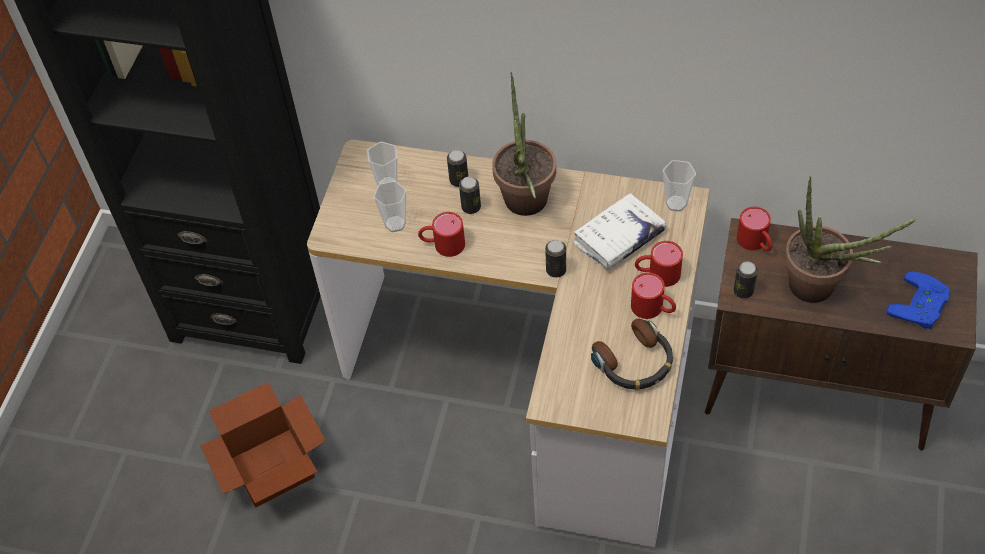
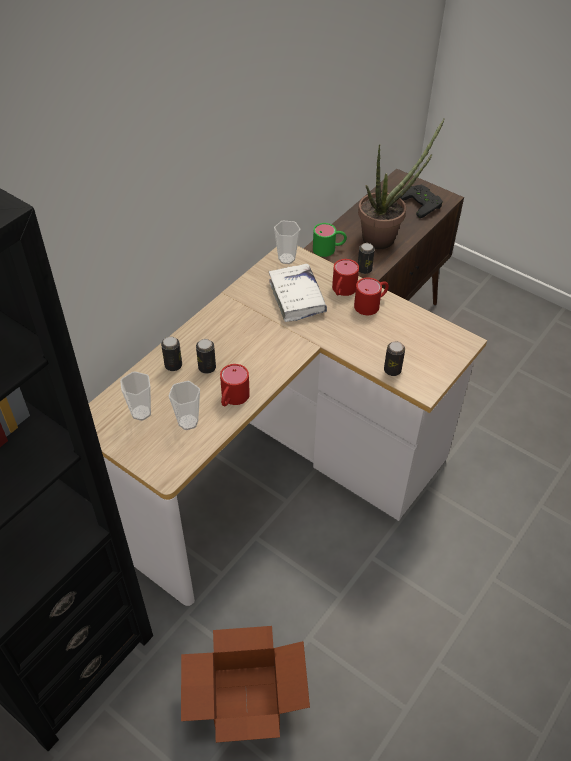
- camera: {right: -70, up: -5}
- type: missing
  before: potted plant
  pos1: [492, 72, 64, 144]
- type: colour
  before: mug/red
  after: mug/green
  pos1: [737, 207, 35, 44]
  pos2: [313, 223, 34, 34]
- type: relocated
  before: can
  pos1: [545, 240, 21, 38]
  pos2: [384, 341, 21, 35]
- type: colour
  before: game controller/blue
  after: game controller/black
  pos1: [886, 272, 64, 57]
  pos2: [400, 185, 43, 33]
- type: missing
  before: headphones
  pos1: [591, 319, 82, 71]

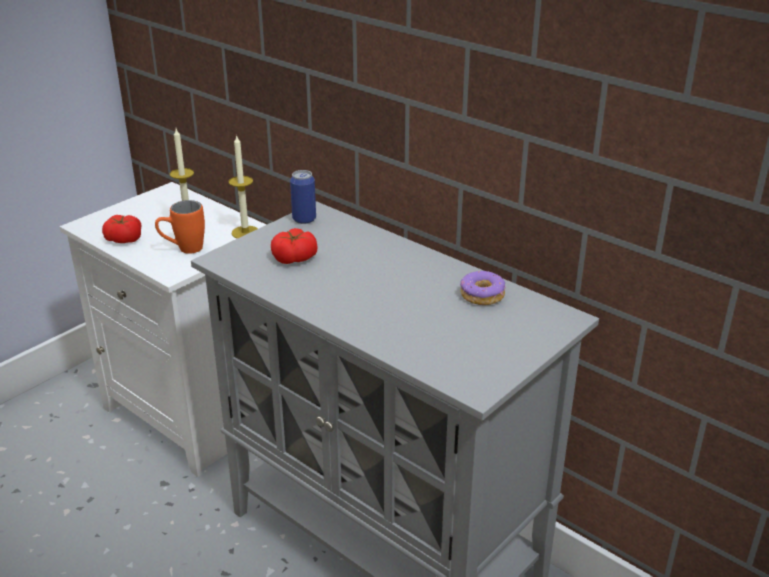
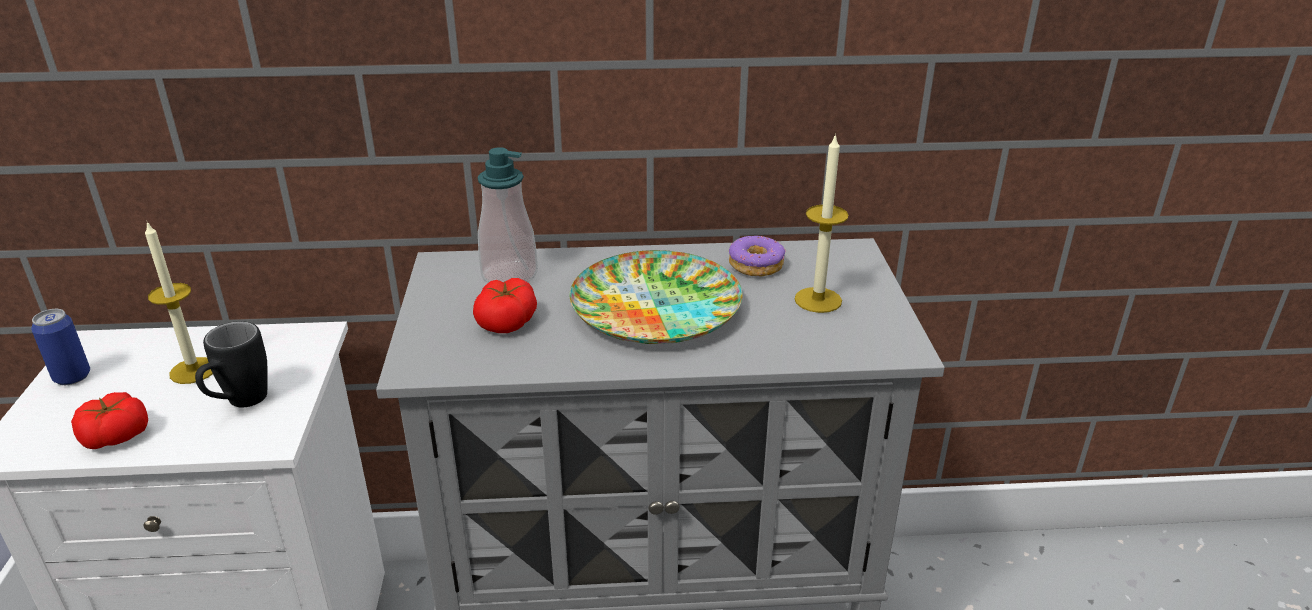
- camera: {right: -45, up: 0}
- type: relocated
  before: candle
  pos1: [229, 134, 29, 105]
  pos2: [795, 133, 54, 180]
- type: relocated
  before: can
  pos1: [290, 170, 26, 54]
  pos2: [31, 309, 59, 76]
- type: colour
  before: mug/orange
  after: mug/black
  pos1: [155, 200, 50, 54]
  pos2: [195, 321, 73, 86]
- type: appeared
  after: soap dispenser
  pos2: [478, 147, 60, 136]
- type: appeared
  after: plate
  pos2: [569, 250, 174, 94]

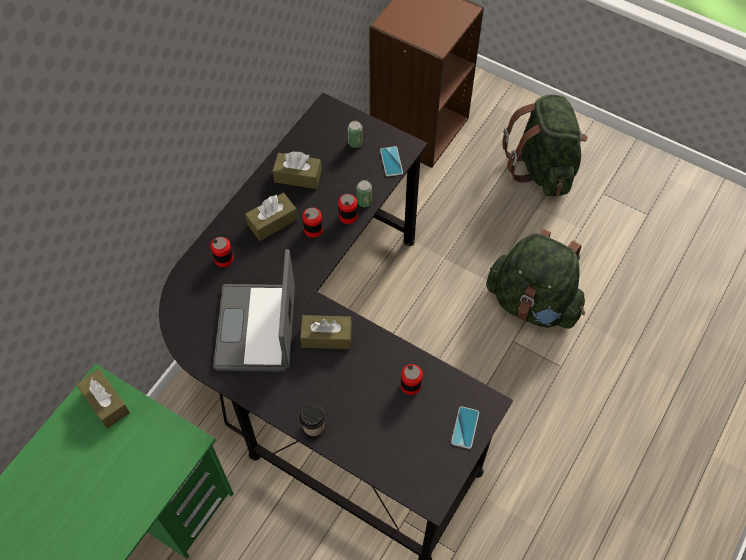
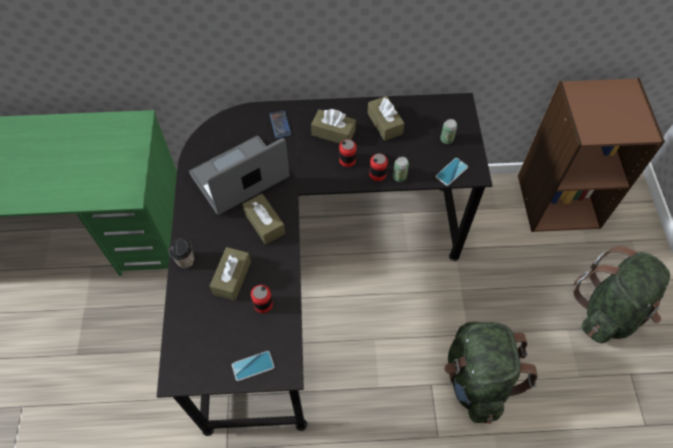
- camera: {right: 55, up: 0}
- type: exchanged
  before: can
  after: phone
  pos1: [210, 237, 23, 30]
  pos2: [270, 111, 21, 27]
- type: relocated
  before: tissue box/brown
  pos1: [76, 369, 54, 60]
  pos2: [210, 247, 41, 54]

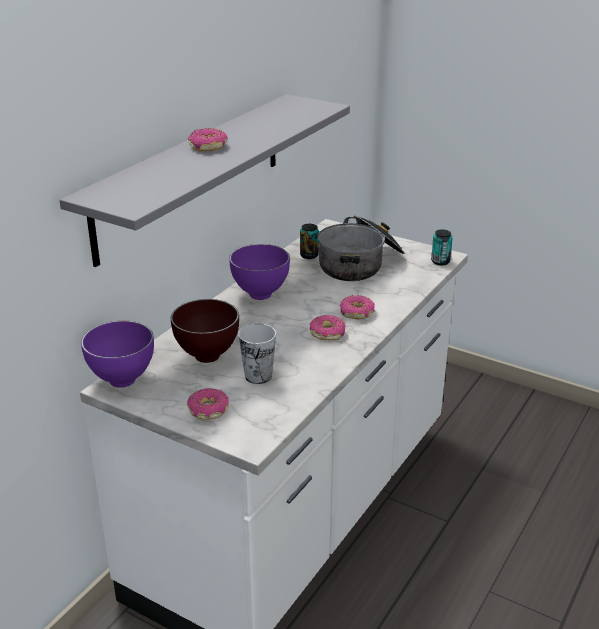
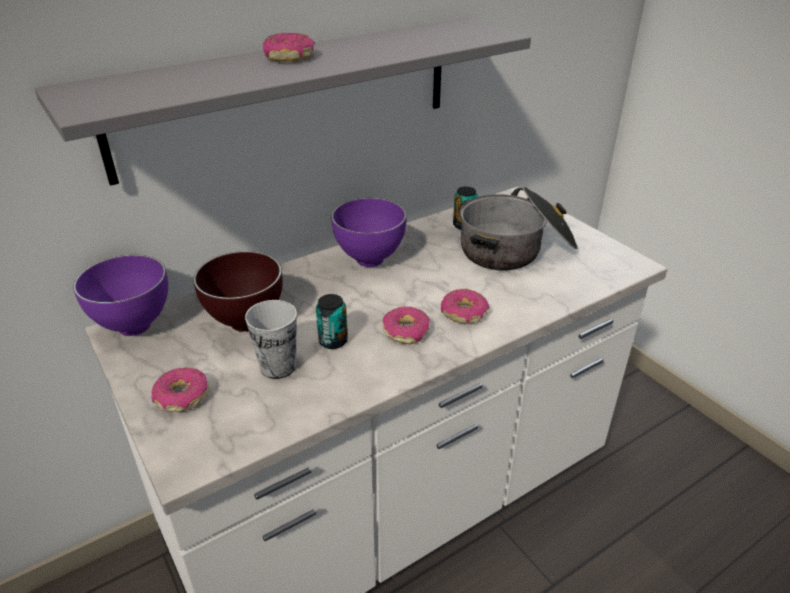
- camera: {right: 25, up: 5}
- type: relocated
  before: can
  pos1: [431, 229, 21, 36]
  pos2: [316, 294, 32, 55]

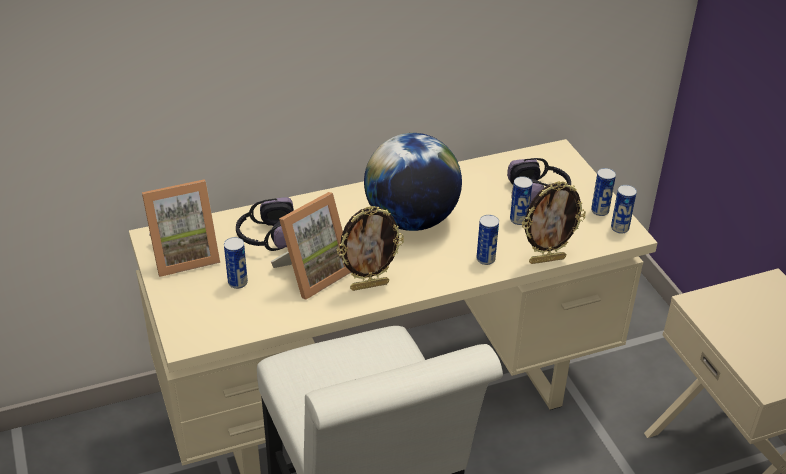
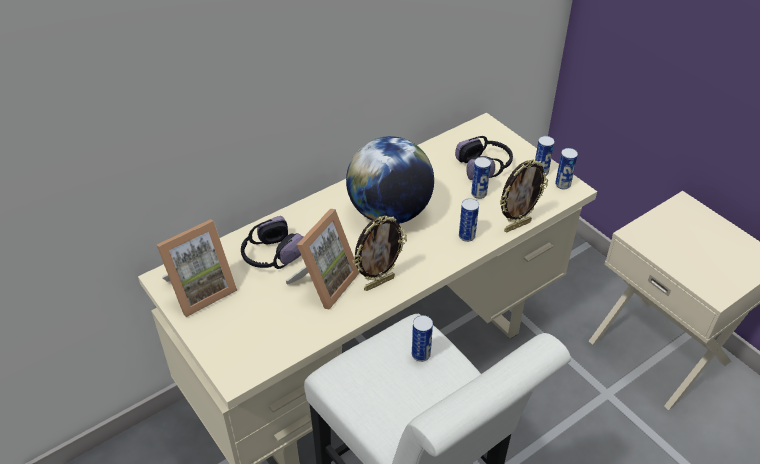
- camera: {right: -15, up: 5}
- type: relocated
  before: can
  pos1: [224, 237, 24, 52]
  pos2: [412, 315, 21, 47]

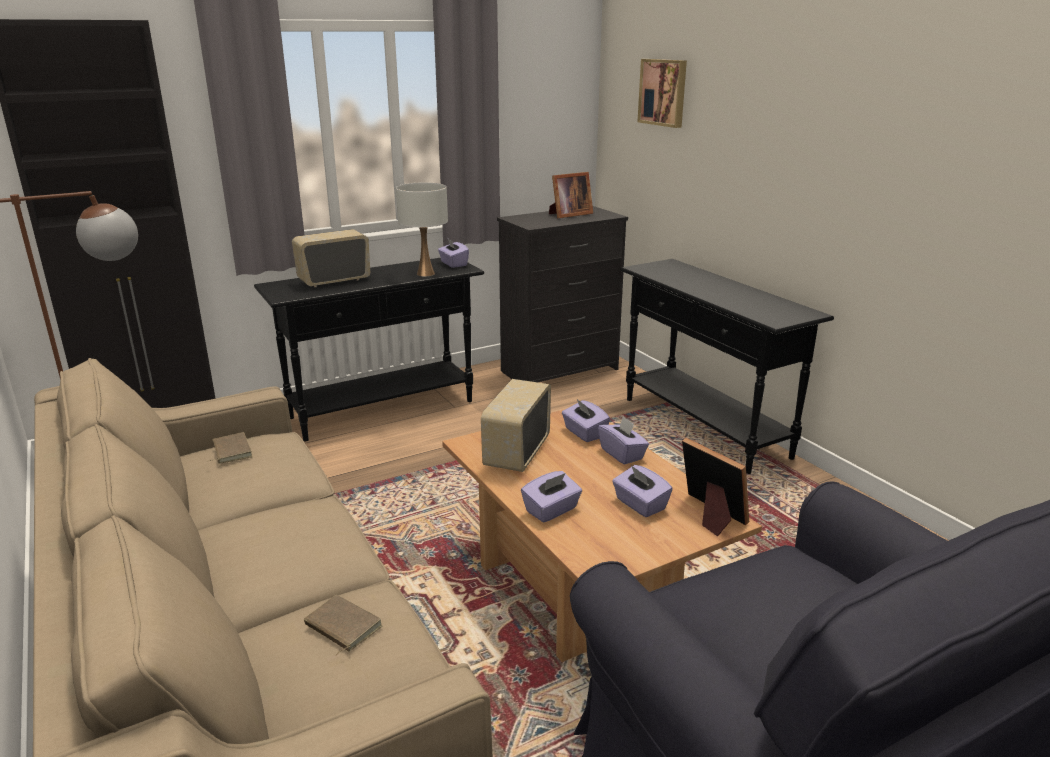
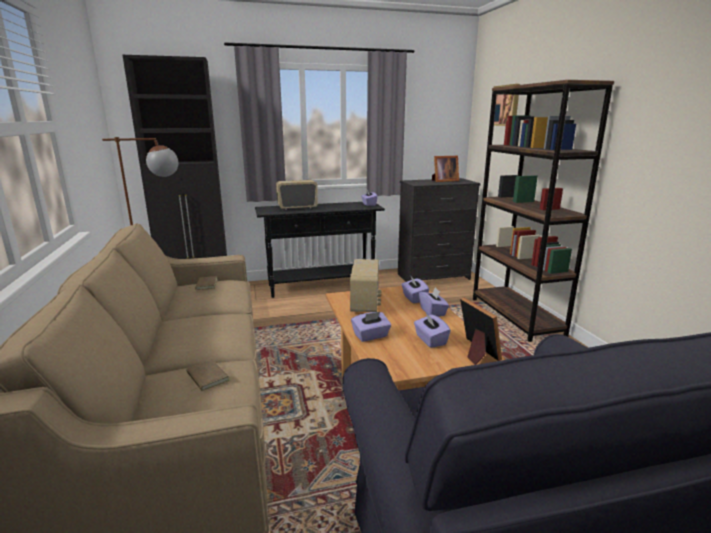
- camera: {right: 15, up: -5}
- type: missing
  before: table lamp/white
  pos1: [396, 182, 52, 95]
- type: exchanged
  before: console table/black
  after: bookcase/brown
  pos1: [620, 259, 214, 215]
  pos2: [473, 80, 142, 262]
- type: spun
  before: radio
  pos1: [481, 379, 70, 93]
  pos2: [350, 259, 31, 53]
  turn: 150

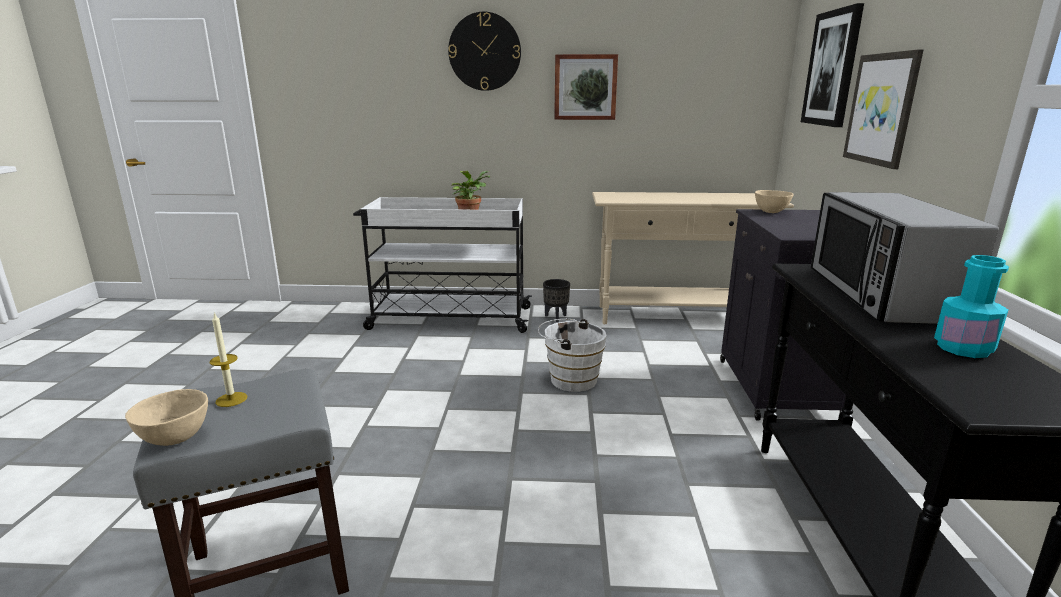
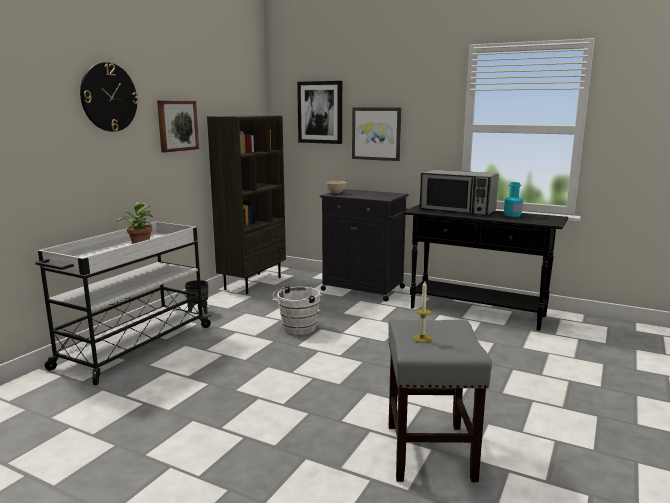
- camera: {right: -65, up: -5}
- type: exchanged
  before: console table/beige
  after: bookcase/brown
  pos1: [592, 192, 202, 132]
  pos2: [207, 115, 79, 179]
- type: missing
  before: bowl/beige
  pos1: [125, 389, 83, 57]

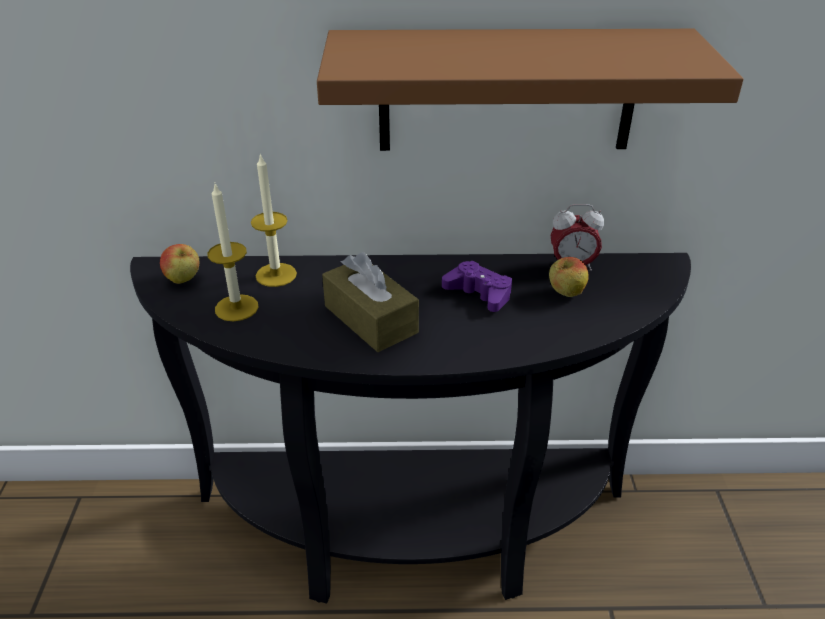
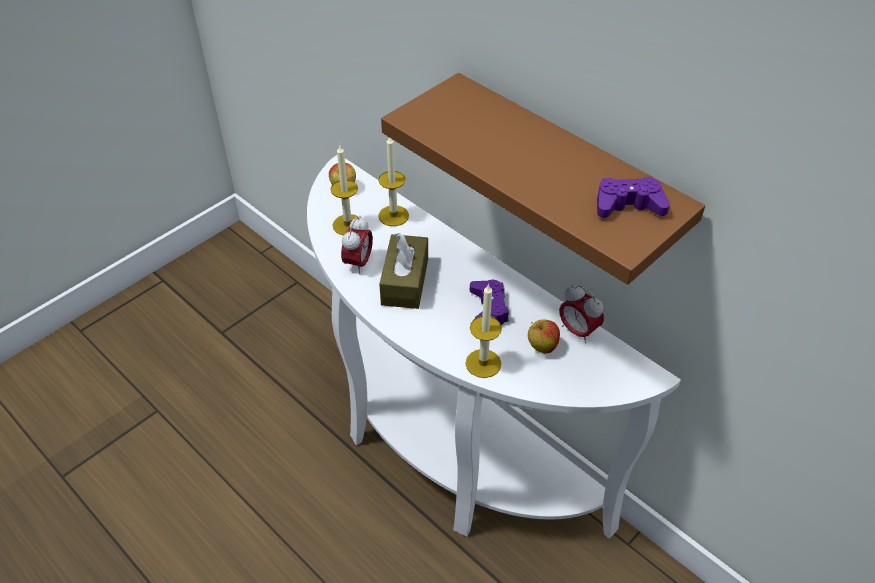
- camera: {right: 45, up: 10}
- type: colour
  before: console table/black
  after: console table/white
  pos1: [130, 253, 561, 351]
  pos2: [307, 155, 374, 384]
- type: appeared
  after: game controller/purple
  pos2: [597, 177, 73, 41]
- type: appeared
  after: alarm clock
  pos2: [341, 216, 32, 59]
- type: appeared
  after: candle
  pos2: [465, 283, 37, 95]

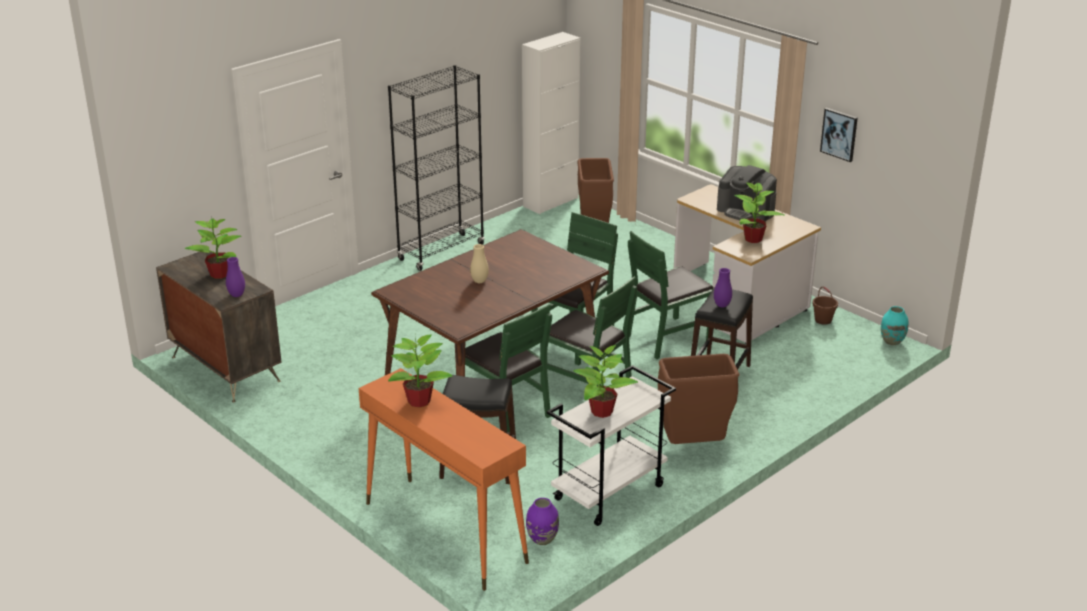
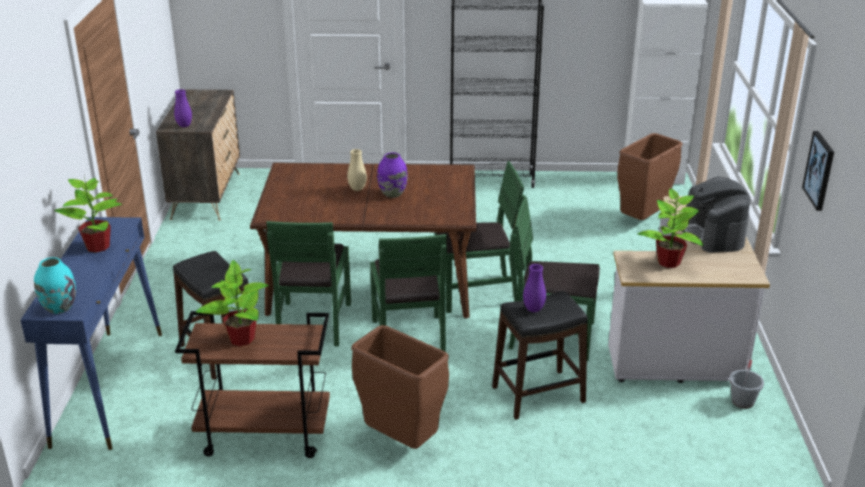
- camera: {right: 45, up: 0}
- type: missing
  before: potted plant
  pos1: [185, 218, 57, 61]
- type: colour
  before: bucket/brown
  after: bucket/grey
  pos1: [812, 286, 26, 39]
  pos2: [729, 359, 35, 50]
- type: relocated
  before: vase/turquoise
  pos1: [881, 306, 27, 39]
  pos2: [34, 257, 42, 57]
- type: colour
  before: cart/white
  after: cart/brown
  pos1: [547, 365, 129, 161]
  pos2: [175, 311, 155, 147]
- type: colour
  before: console table/orange
  after: console table/blue
  pos1: [359, 368, 170, 223]
  pos2: [21, 217, 141, 233]
- type: relocated
  before: vase/purple
  pos1: [526, 498, 33, 47]
  pos2: [377, 153, 31, 45]

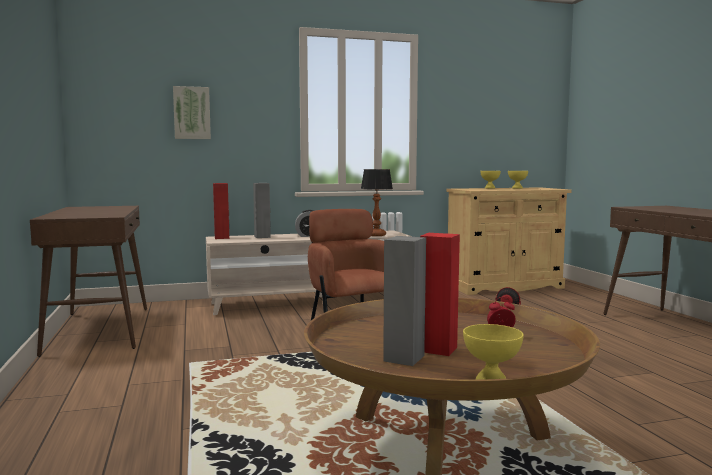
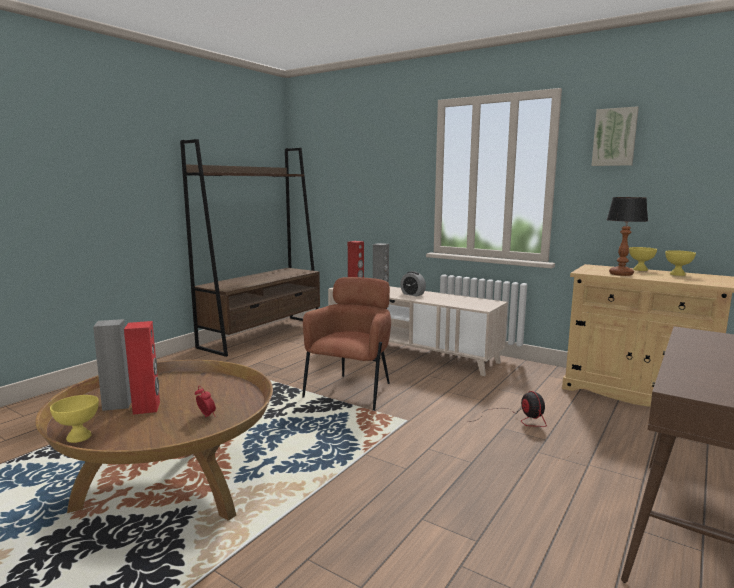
- camera: {right: 50, up: 5}
- type: relocated
  before: picture
  pos1: [173, 86, 38, 53]
  pos2: [591, 106, 48, 60]
- type: relocated
  before: table lamp
  pos1: [361, 169, 32, 67]
  pos2: [606, 197, 42, 79]
- type: exchanged
  before: console table/brown
  after: bookcase/brown
  pos1: [30, 206, 117, 151]
  pos2: [180, 139, 140, 218]

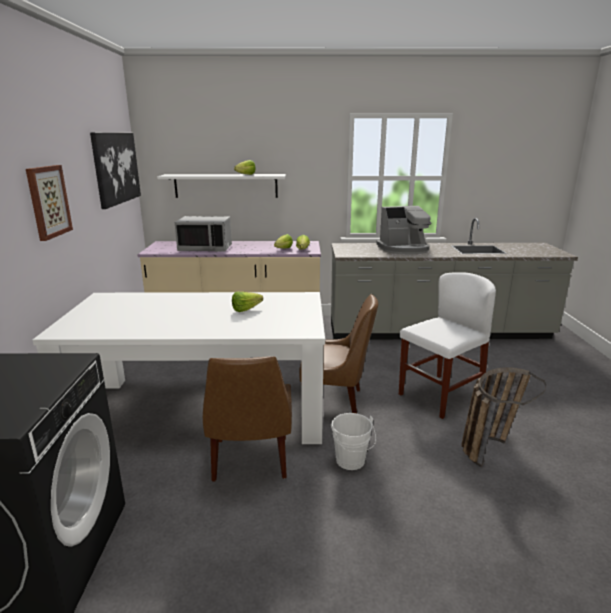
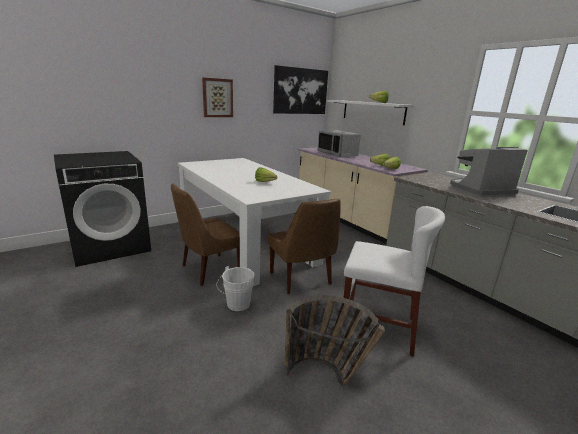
- camera: {right: 55, up: 0}
- type: spun
  before: coffee machine
  pos1: [376, 206, 55, 48]
  pos2: [450, 147, 78, 51]
  turn: 120

